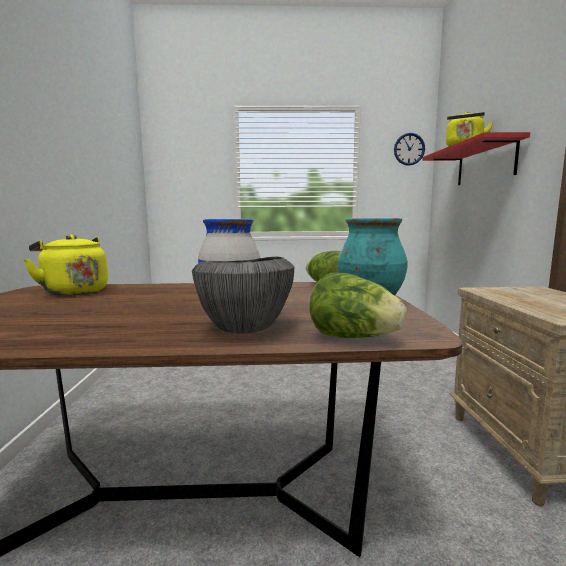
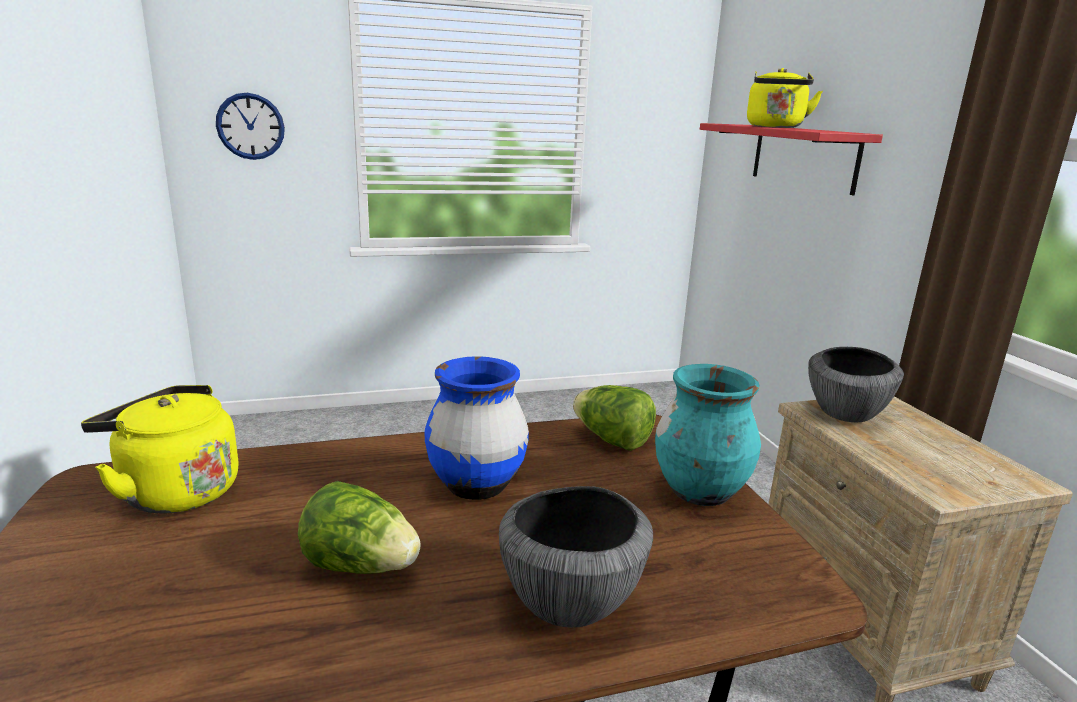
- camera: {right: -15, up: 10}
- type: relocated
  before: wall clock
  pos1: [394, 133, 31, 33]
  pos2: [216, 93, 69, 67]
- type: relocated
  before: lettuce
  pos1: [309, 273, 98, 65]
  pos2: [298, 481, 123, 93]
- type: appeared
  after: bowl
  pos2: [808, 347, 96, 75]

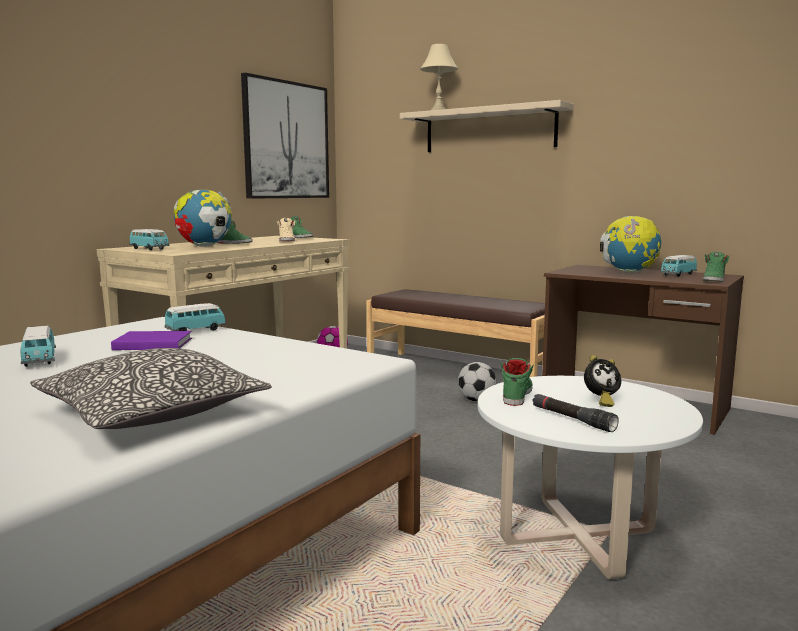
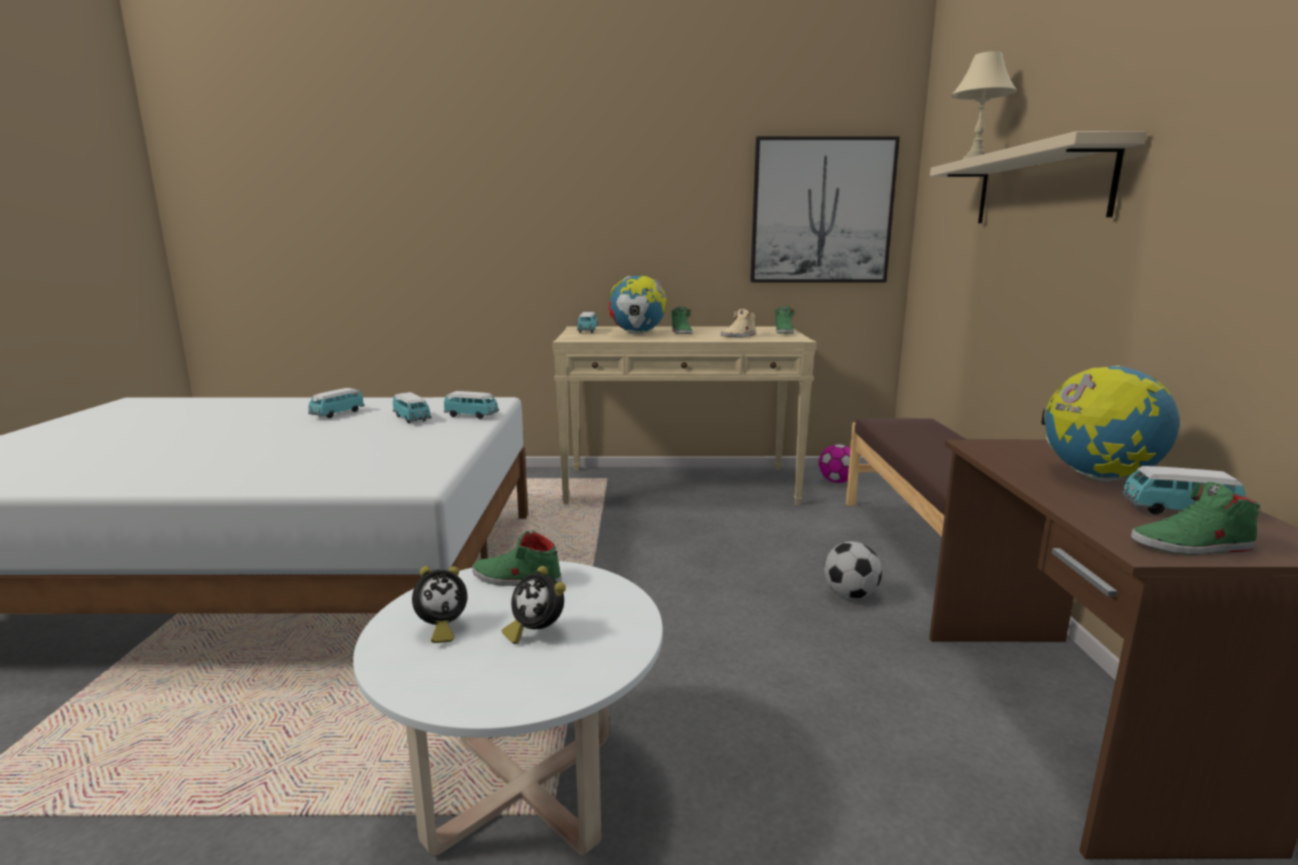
- camera: {right: 55, up: 5}
- type: exchanged
  before: book/purple
  after: toy car
  pos1: [111, 331, 81, 19]
  pos2: [393, 392, 39, 32]
- type: missing
  before: pillow
  pos1: [30, 348, 242, 81]
- type: spun
  before: shoe/green
  pos1: [500, 358, 34, 48]
  pos2: [472, 530, 90, 56]
  turn: -150
- type: exchanged
  before: flashlight/black
  after: alarm clock
  pos1: [533, 394, 86, 38]
  pos2: [412, 566, 55, 77]

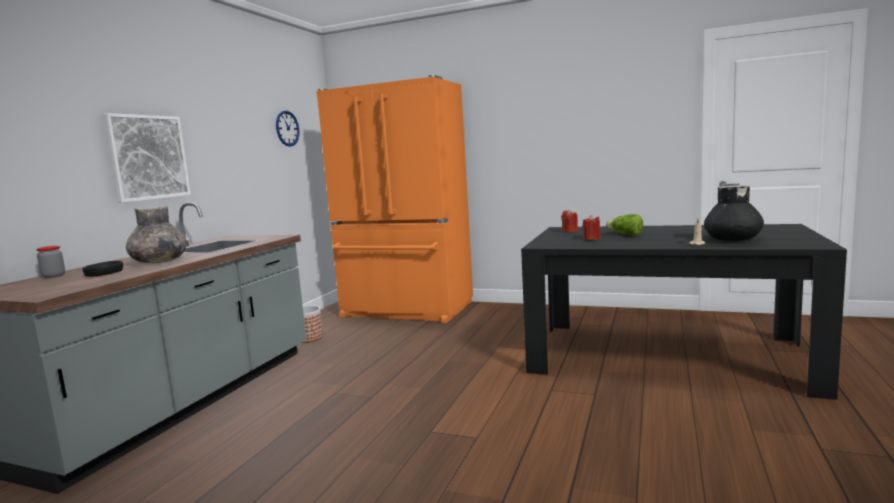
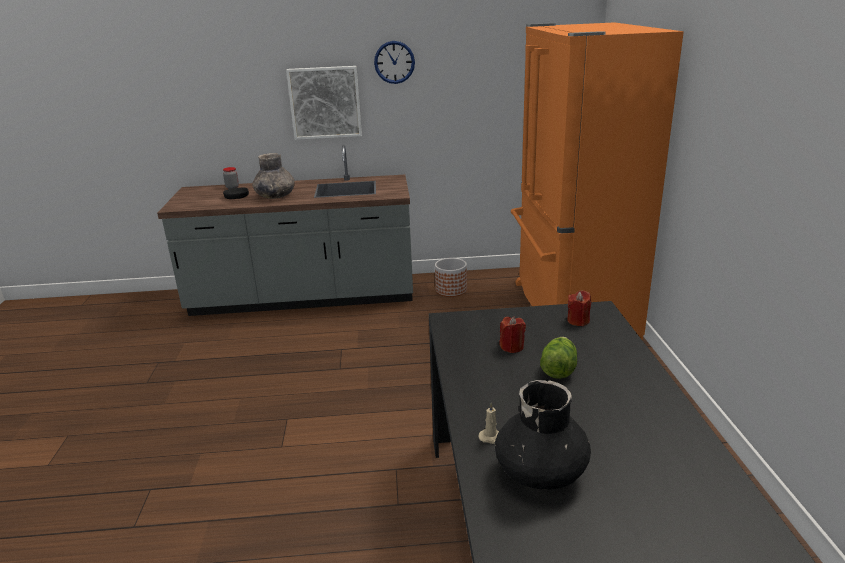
- camera: {right: 65, up: 15}
- type: relocated
  before: wall clock
  pos1: [276, 110, 23, 37]
  pos2: [374, 41, 41, 43]

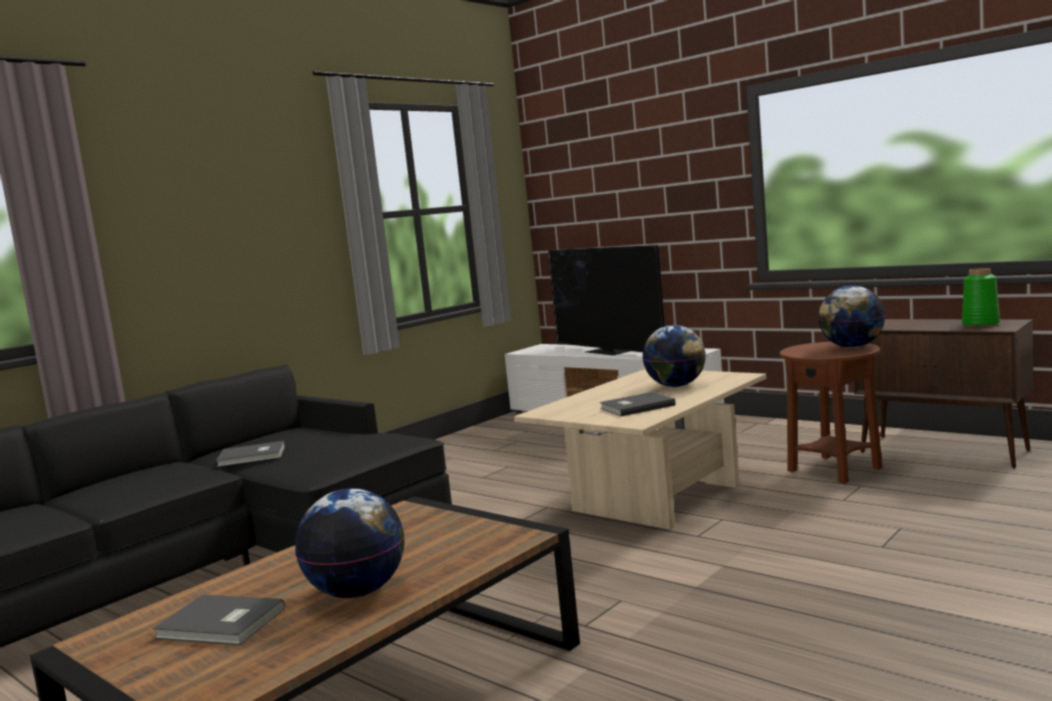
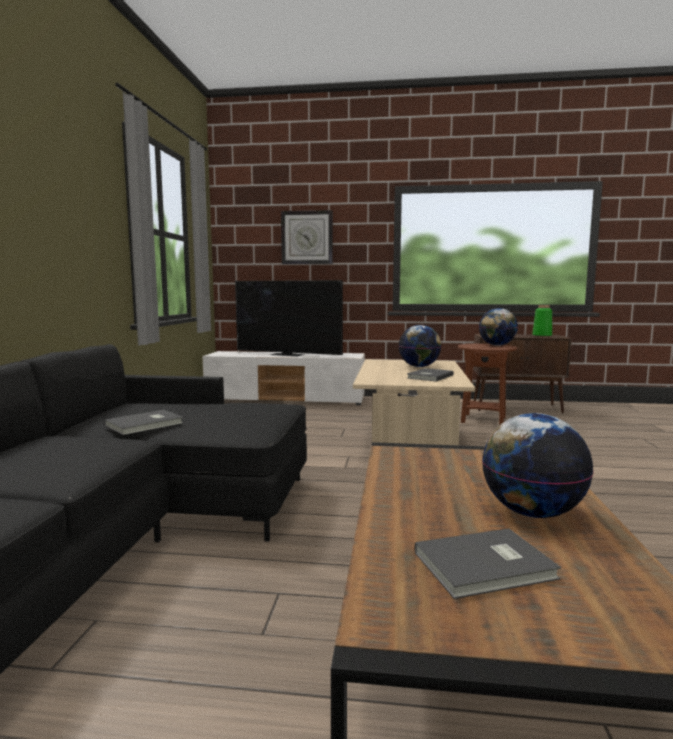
- camera: {right: -35, up: 0}
- type: appeared
  after: wall clock
  pos2: [281, 210, 52, 54]

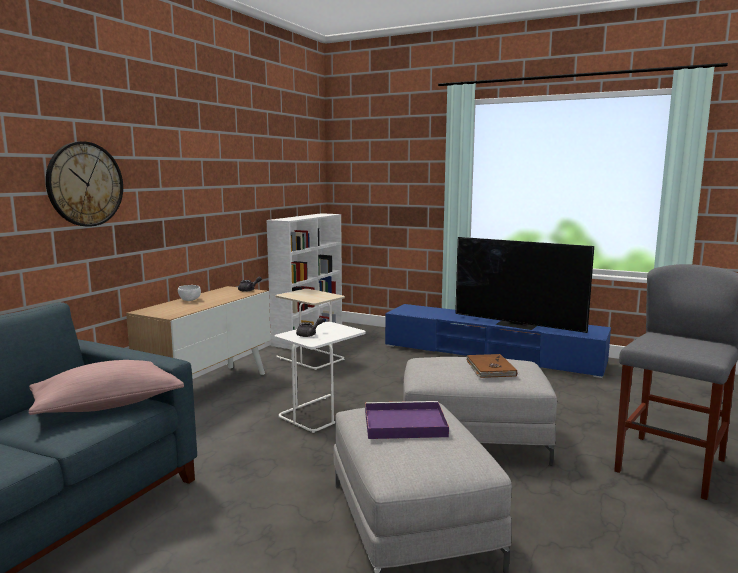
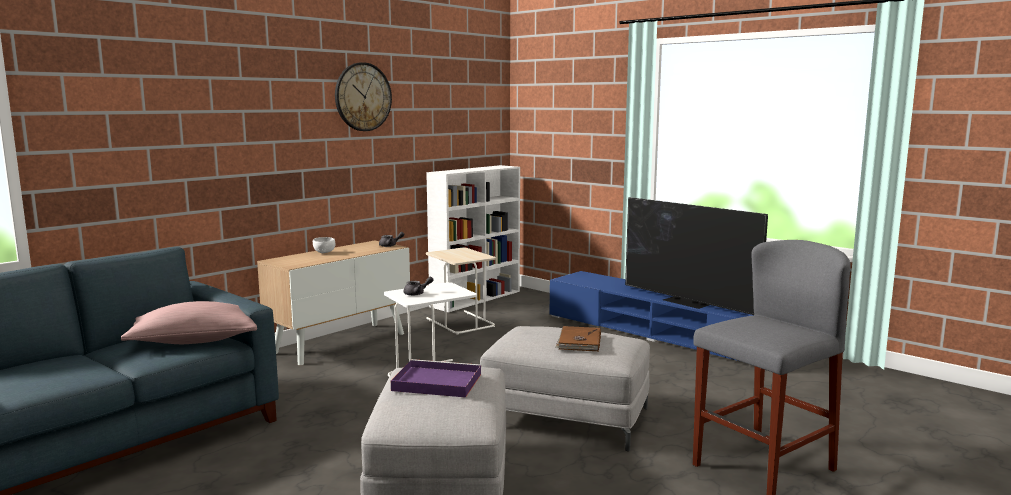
- camera: {right: 15, up: 0}
- type: relocated
  before: wall clock
  pos1: [46, 141, 77, 86]
  pos2: [335, 62, 57, 69]

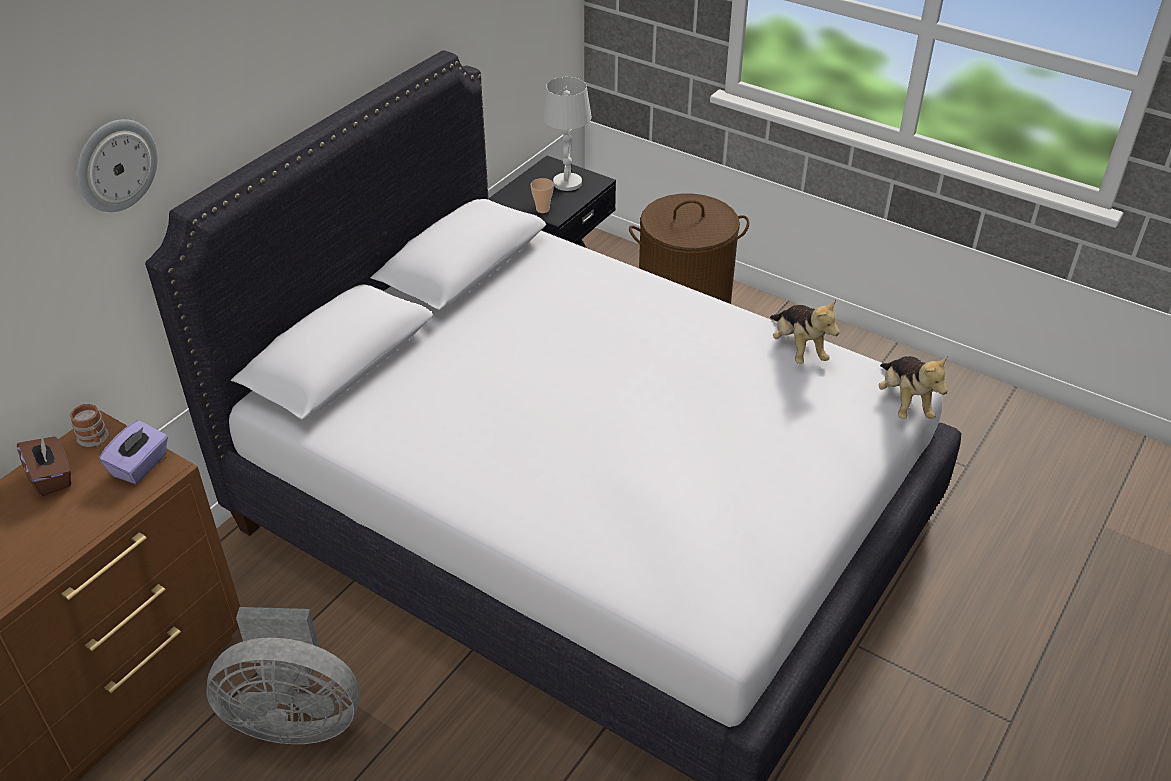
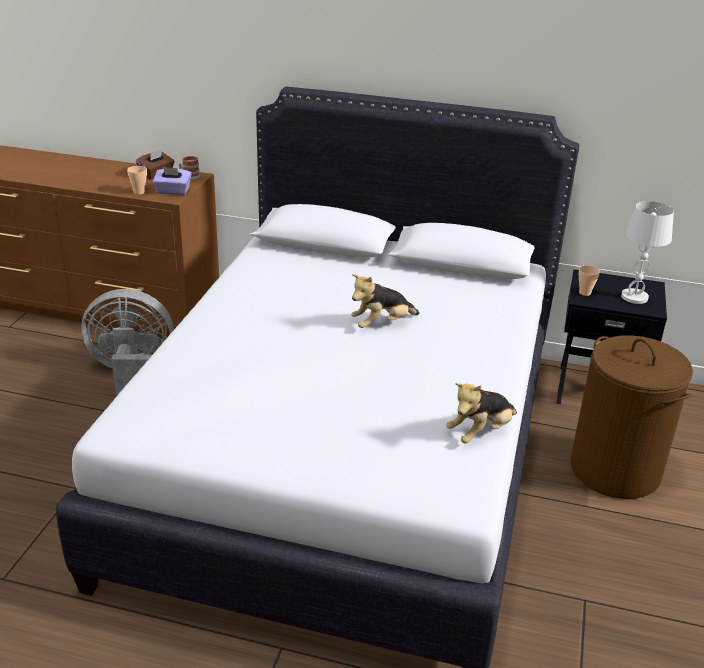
- camera: {right: 70, up: -10}
- type: missing
  before: wall clock
  pos1: [77, 119, 81, 93]
- type: relocated
  before: plush toy
  pos1: [879, 356, 69, 63]
  pos2: [351, 274, 69, 54]
- type: spun
  before: fan/grey
  pos1: [207, 607, 153, 137]
  pos2: [81, 289, 93, 107]
  turn: 105
- type: appeared
  after: cup
  pos2: [127, 166, 20, 29]

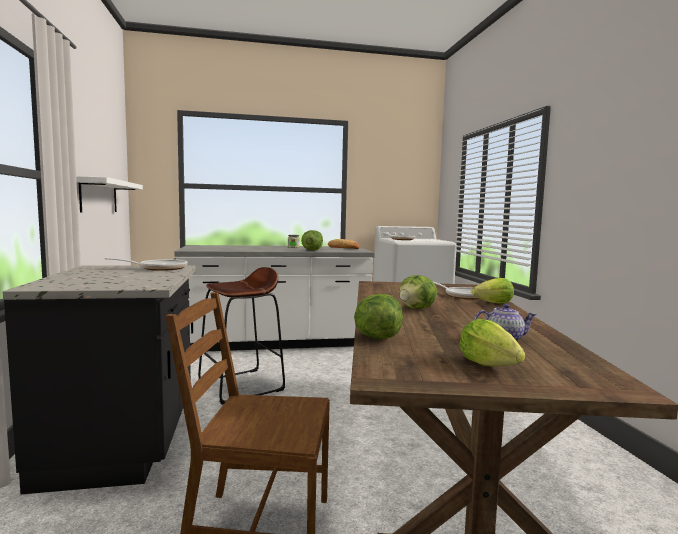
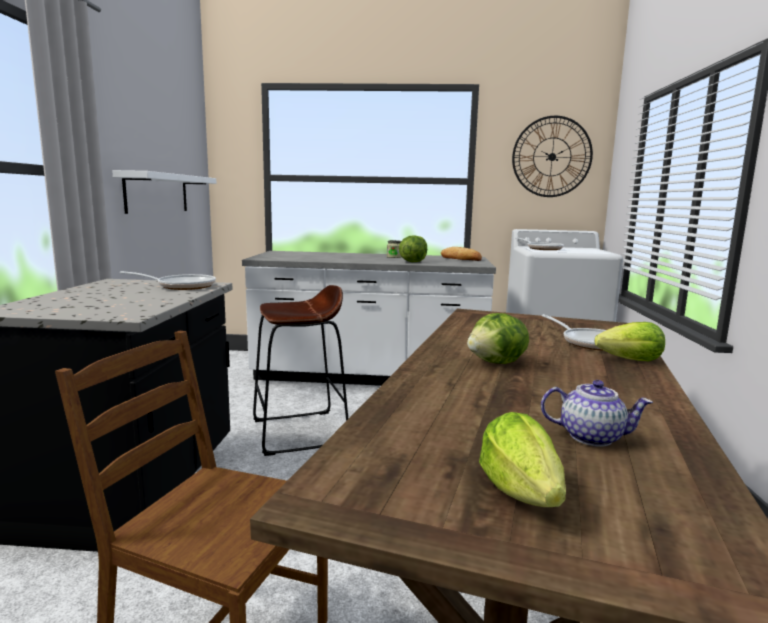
- camera: {right: 15, up: 5}
- type: missing
  before: lettuce
  pos1: [354, 294, 49, 45]
- type: appeared
  after: wall clock
  pos2: [512, 116, 81, 81]

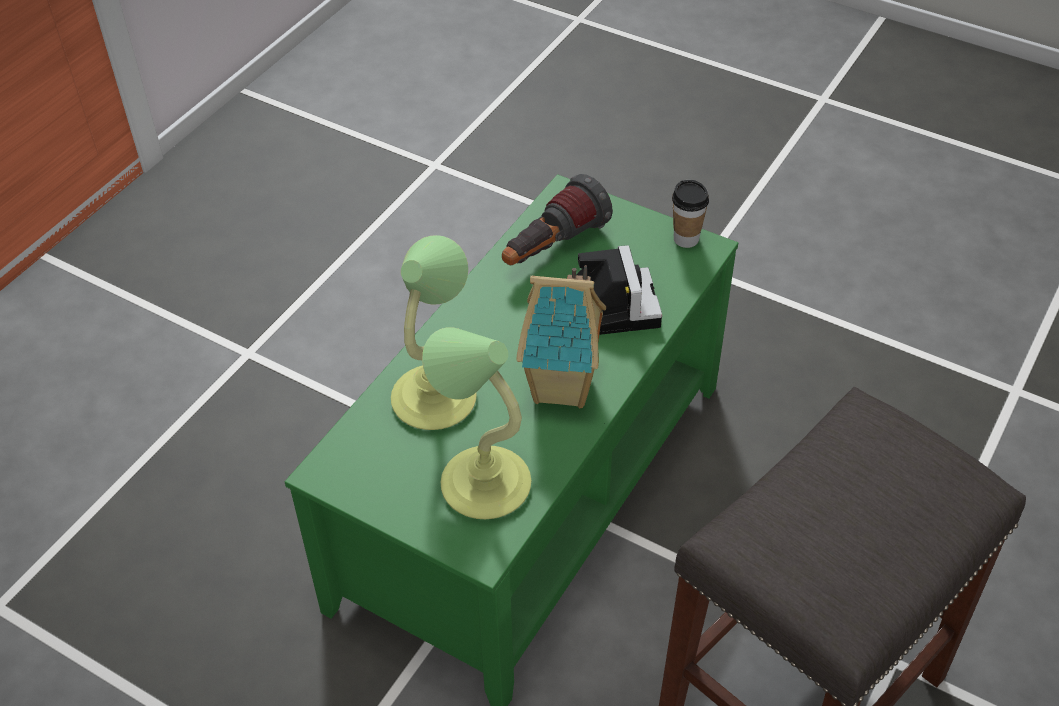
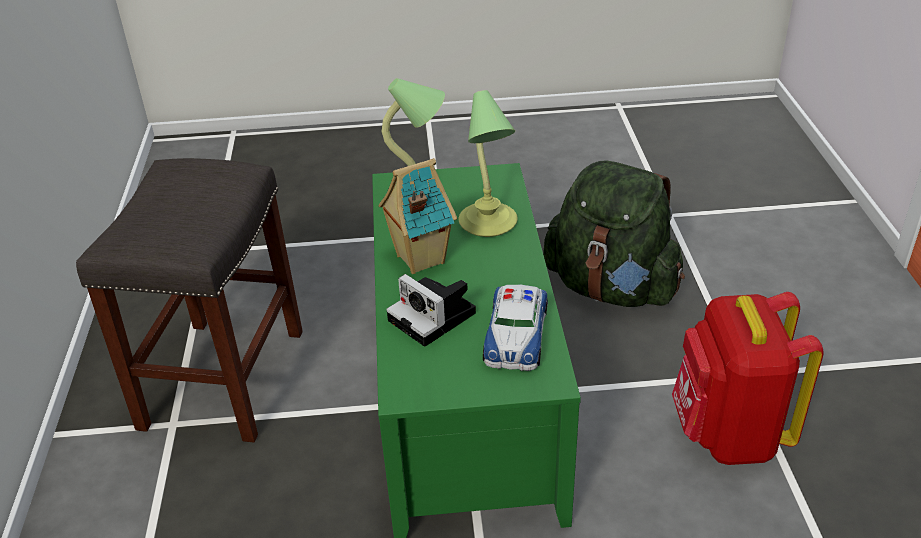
- camera: {right: 145, up: -10}
- type: exchanged
  before: flashlight
  after: toy car
  pos1: [502, 174, 111, 91]
  pos2: [483, 285, 65, 86]
- type: missing
  before: cup
  pos1: [672, 180, 37, 68]
- type: appeared
  after: backpack/green
  pos2: [543, 160, 142, 147]
- type: appeared
  after: backpack/red
  pos2: [672, 292, 152, 173]

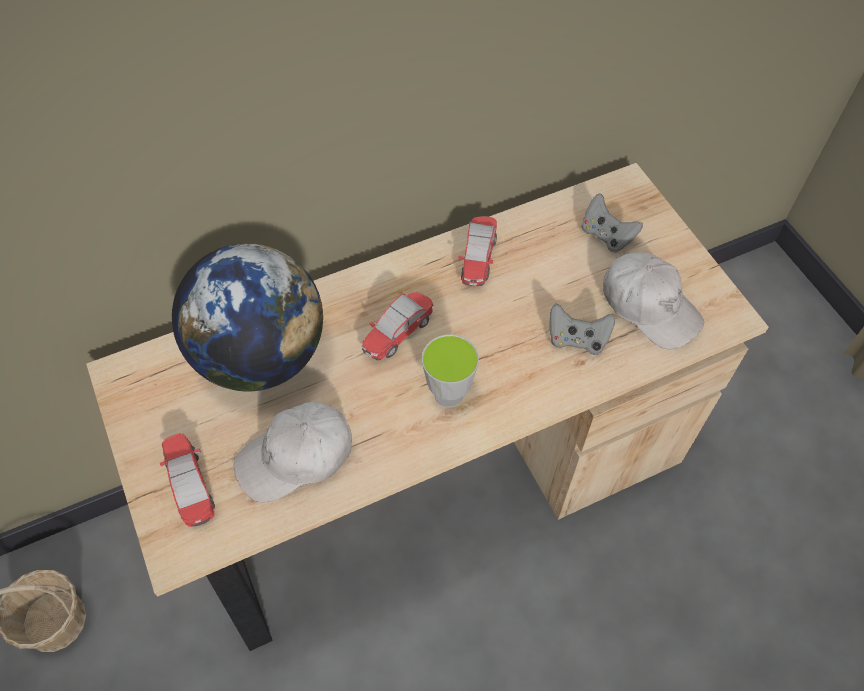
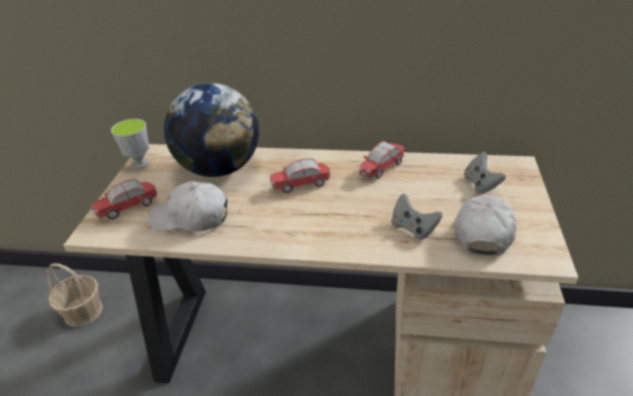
- camera: {right: 35, up: -20}
- type: spun
  before: cap/white
  pos1: [603, 252, 101, 98]
  pos2: [454, 195, 63, 60]
  turn: -150
- type: relocated
  before: cup
  pos1: [422, 334, 57, 74]
  pos2: [111, 119, 38, 50]
- type: spun
  before: toy car
  pos1: [160, 433, 55, 94]
  pos2: [91, 179, 66, 40]
  turn: -135

